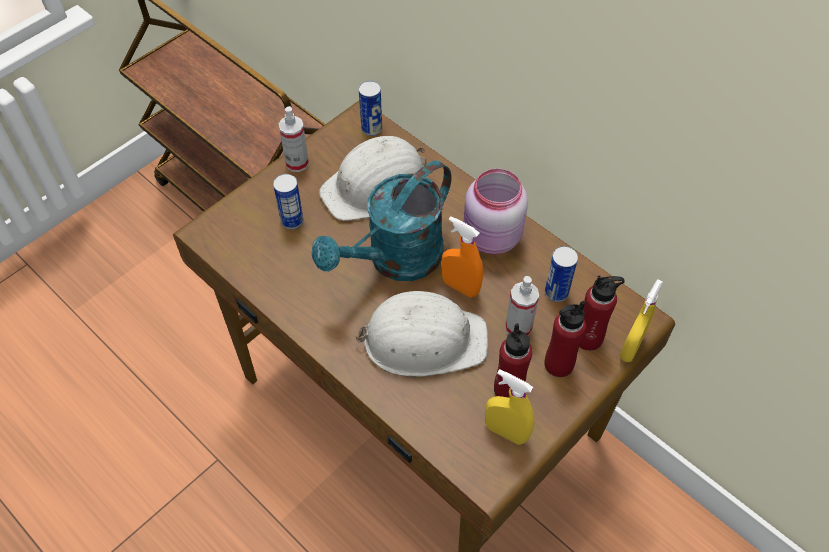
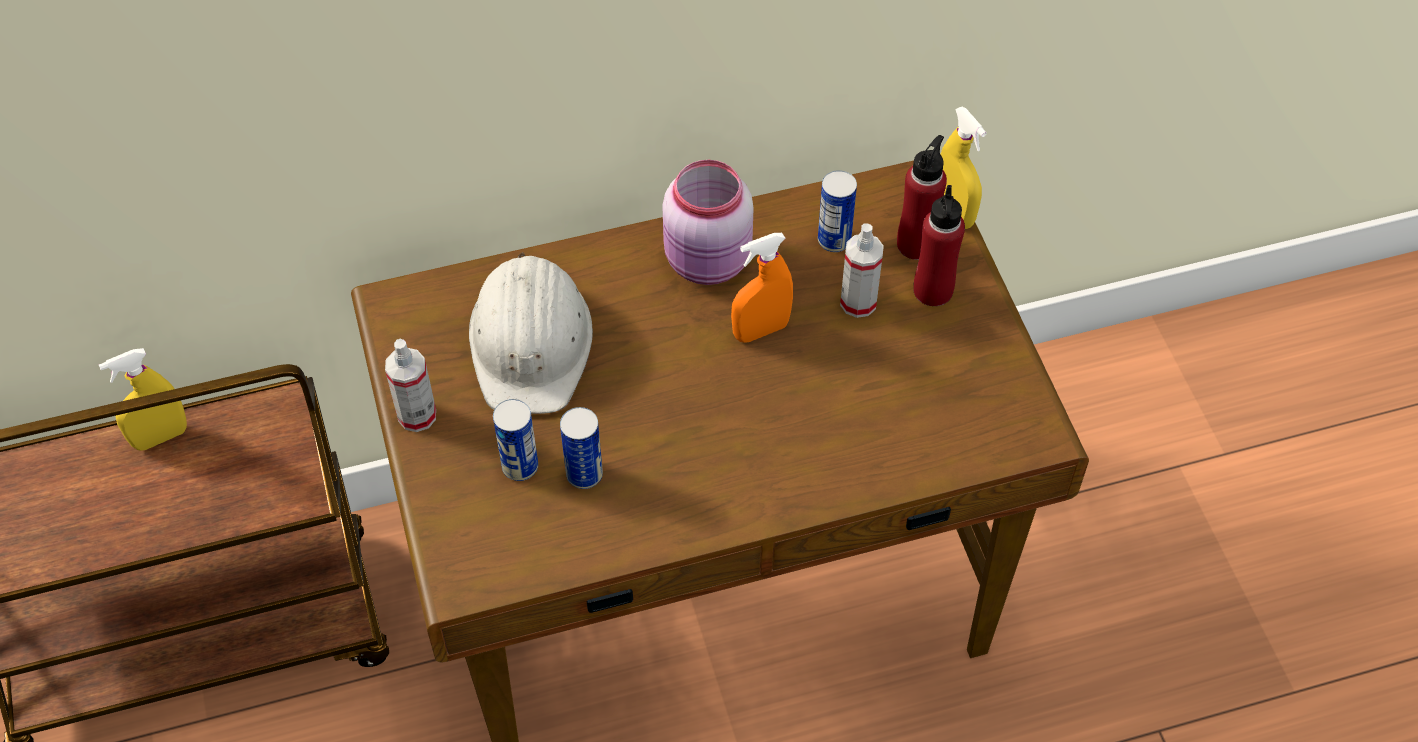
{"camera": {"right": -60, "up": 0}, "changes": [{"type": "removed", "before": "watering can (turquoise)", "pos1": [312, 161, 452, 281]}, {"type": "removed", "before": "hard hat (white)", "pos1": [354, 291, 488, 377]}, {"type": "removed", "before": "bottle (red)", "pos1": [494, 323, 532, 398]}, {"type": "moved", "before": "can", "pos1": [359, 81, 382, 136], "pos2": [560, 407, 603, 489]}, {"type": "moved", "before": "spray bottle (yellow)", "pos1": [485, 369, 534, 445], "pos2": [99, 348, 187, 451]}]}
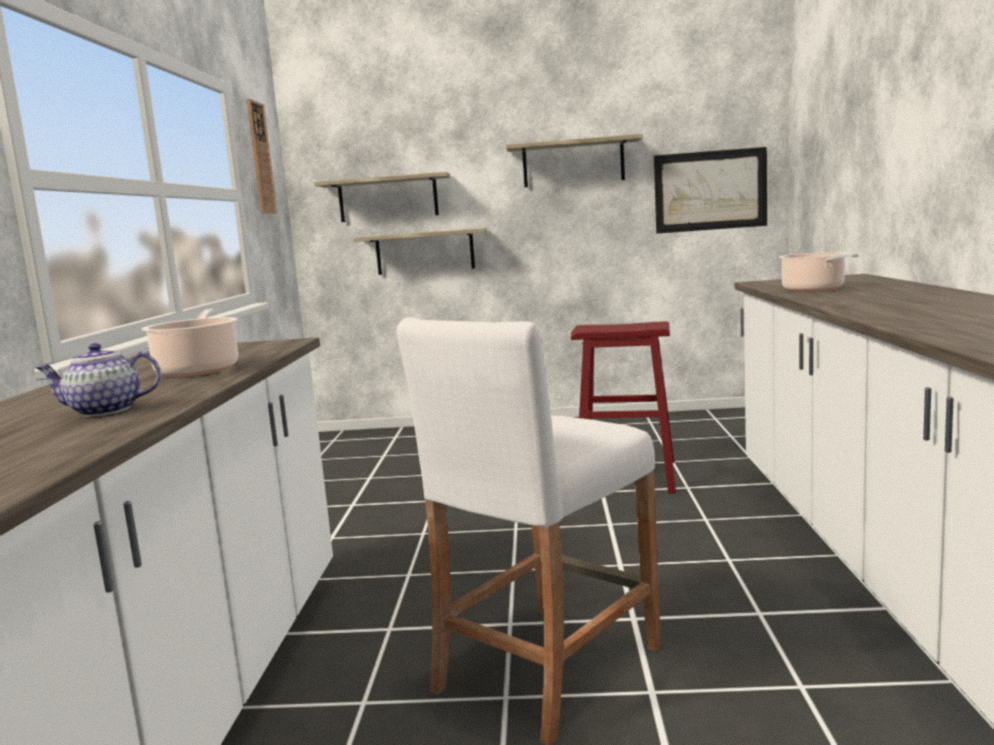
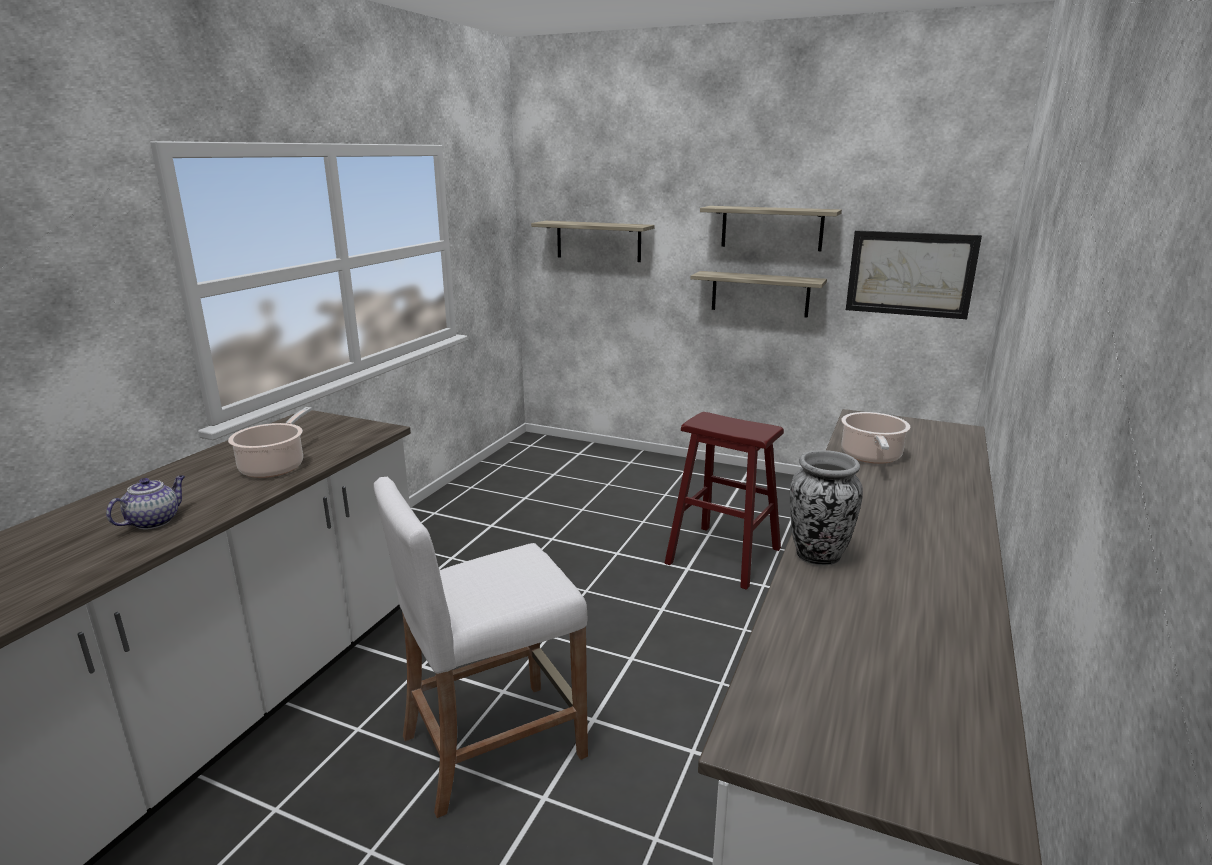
{"camera": {"right": 20, "up": 10}, "changes": [{"type": "removed", "before": "wall clock", "pos1": [246, 99, 277, 213]}, {"type": "added", "after": "vase", "pos2": [790, 450, 863, 565]}, {"type": "moved", "before": "shelf", "pos1": [353, 228, 487, 275], "pos2": [691, 271, 827, 318]}, {"type": "turned", "before": "teapot", "pos1": [36, 343, 161, 417], "pos2": [106, 475, 185, 529], "turn": 105}]}
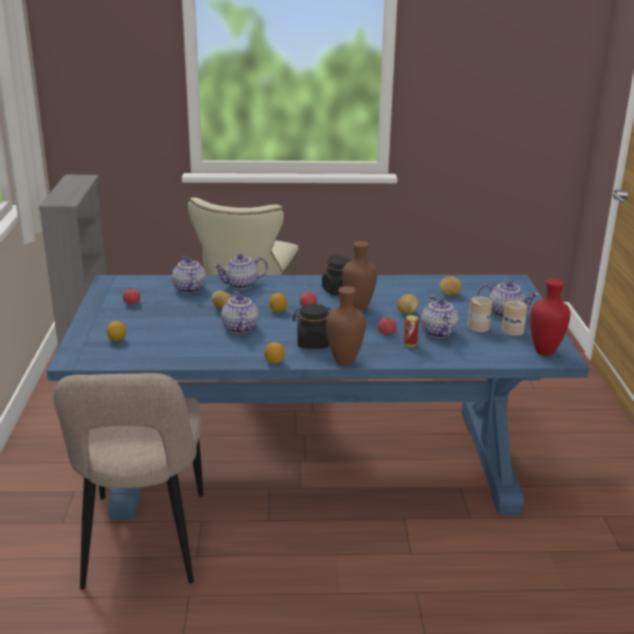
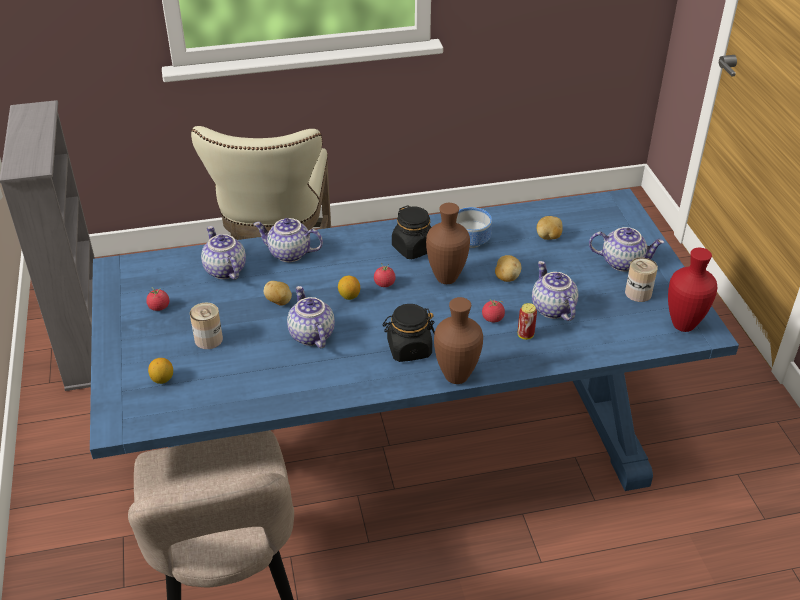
{"camera": {"right": -10, "up": 15}, "changes": [{"type": "removed", "before": "lemon", "pos1": [264, 342, 285, 364]}, {"type": "added", "after": "bowl", "pos2": [456, 207, 492, 248]}, {"type": "moved", "before": "can", "pos1": [467, 297, 492, 332], "pos2": [190, 303, 223, 349]}, {"type": "turned", "before": "teapot", "pos1": [213, 254, 268, 289], "pos2": [253, 218, 323, 262], "turn": 45}]}
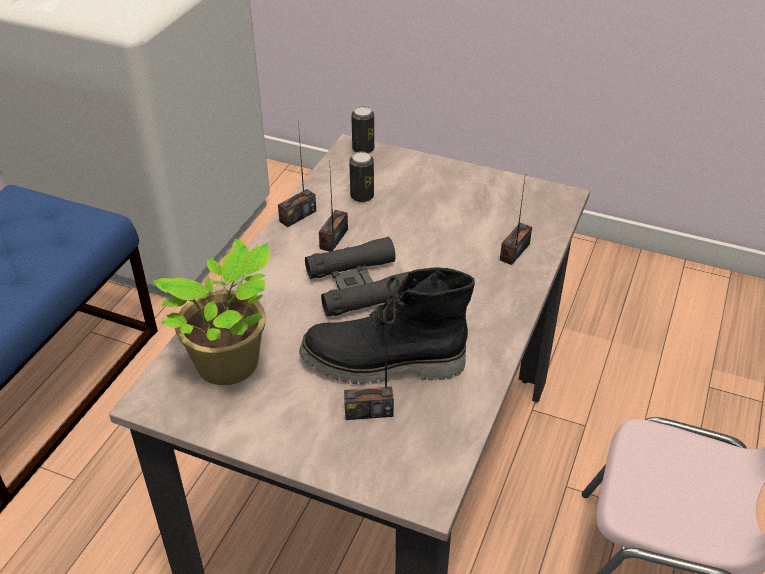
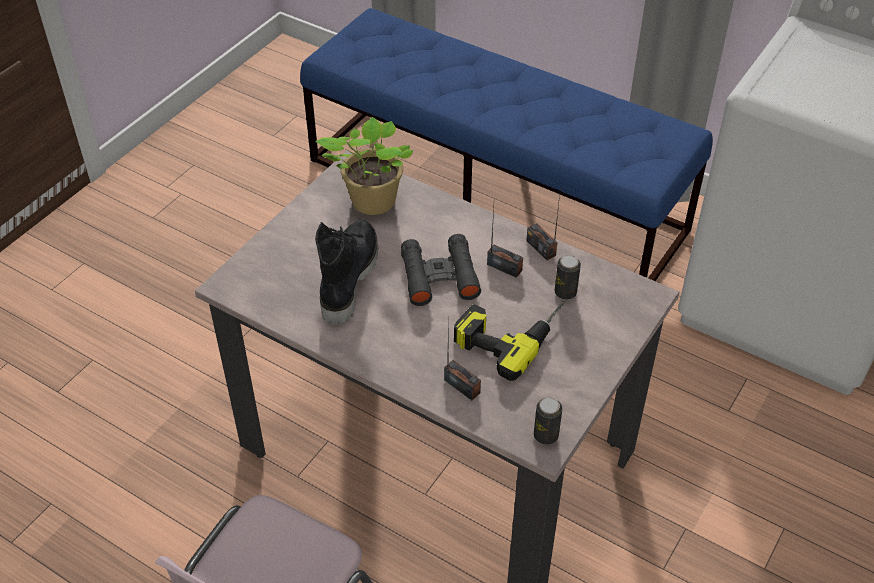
{"camera": {"right": 100, "up": 5}, "changes": [{"type": "removed", "before": "radio", "pos1": [344, 312, 394, 420]}, {"type": "added", "after": "power drill", "pos2": [454, 301, 565, 381]}, {"type": "moved", "before": "can", "pos1": [351, 106, 374, 153], "pos2": [534, 397, 562, 445]}]}
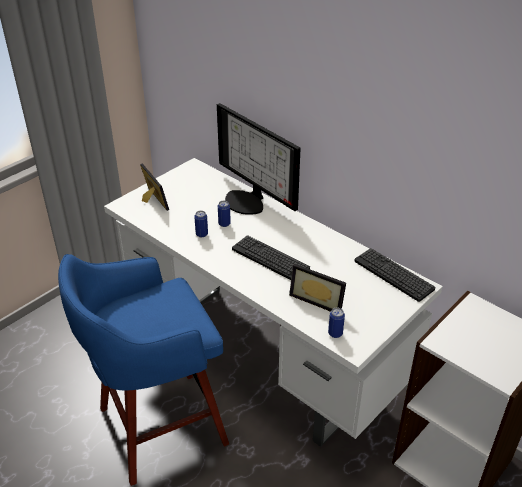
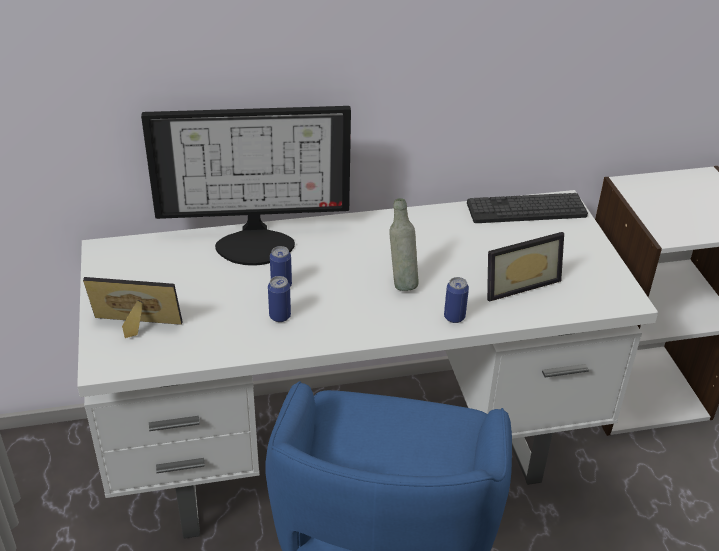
{"camera": {"right": -55, "up": 0}, "changes": [{"type": "moved", "before": "can", "pos1": [328, 308, 345, 338], "pos2": [444, 277, 469, 323]}, {"type": "replaced", "before": "keyboard", "after": "bottle (grey)", "pos1": [232, 235, 310, 280], "pos2": [389, 198, 419, 291]}]}
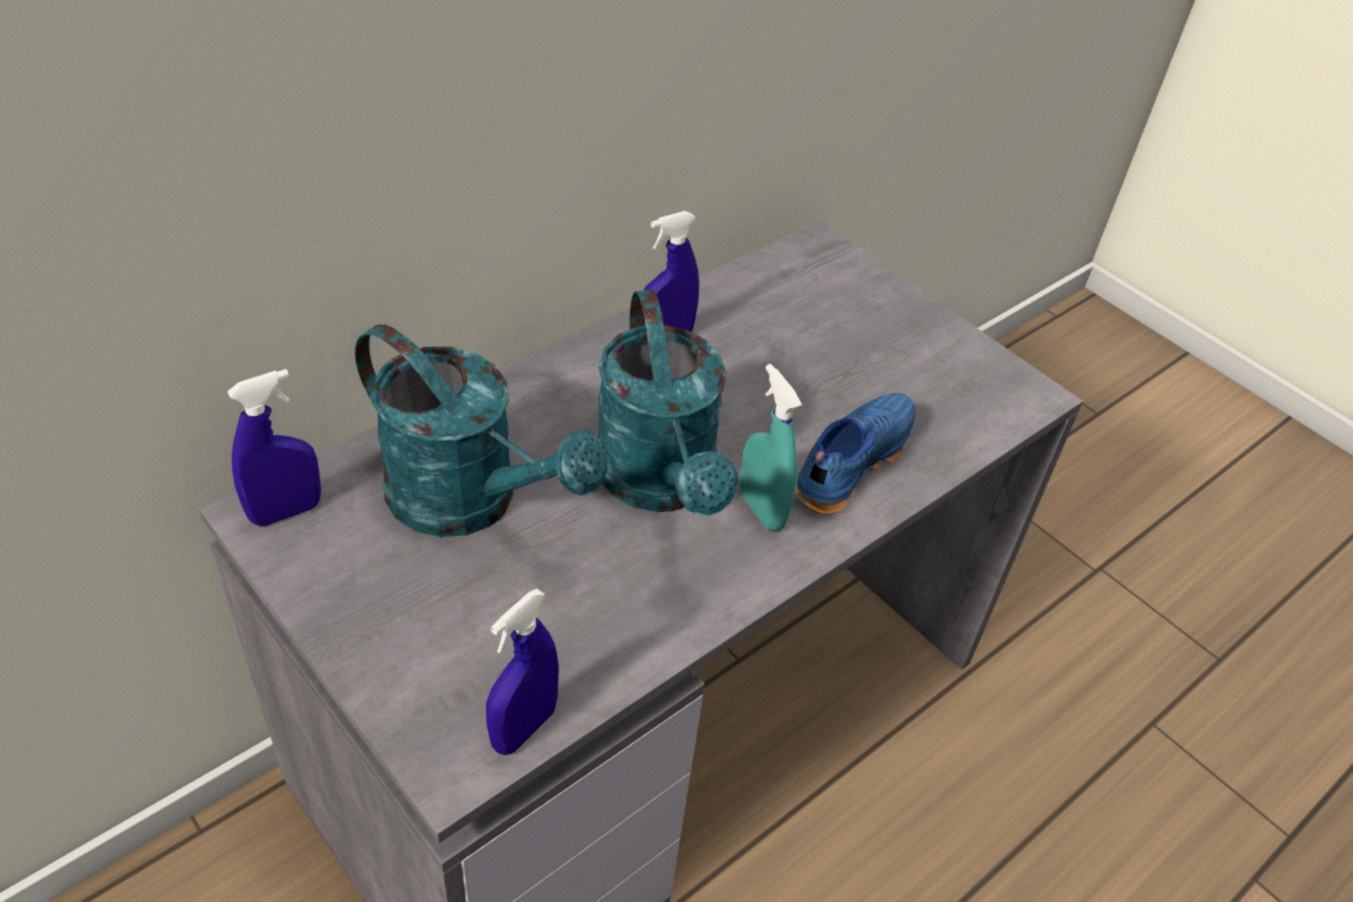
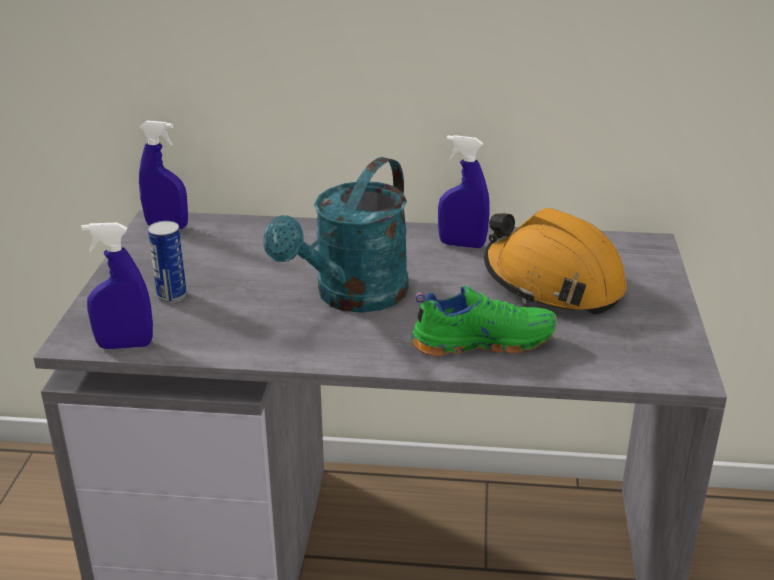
{"camera": {"right": 50, "up": -15}, "changes": [{"type": "removed", "before": "watering can (turquoise)", "pos1": [355, 324, 608, 537]}, {"type": "removed", "before": "spray bottle (turquoise)", "pos1": [740, 364, 802, 531]}, {"type": "added", "after": "can", "pos2": [148, 221, 187, 303]}, {"type": "added", "after": "hard hat (orange)", "pos2": [484, 208, 627, 315]}, {"type": "recoloured", "before": "shoe (blue)", "after": "shoe (green)", "pos1": [795, 393, 916, 514], "pos2": [411, 285, 557, 356]}]}
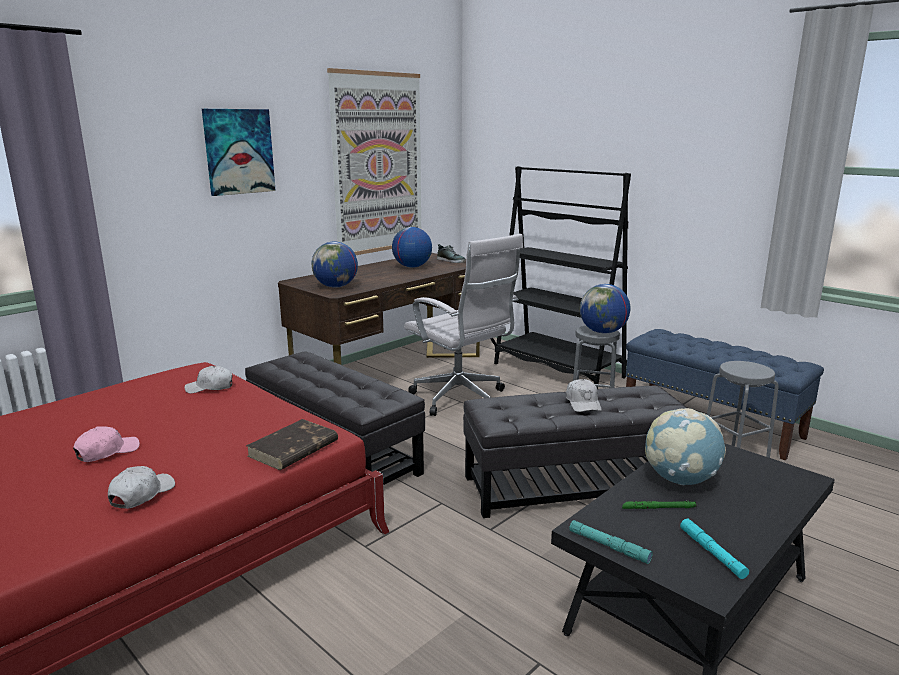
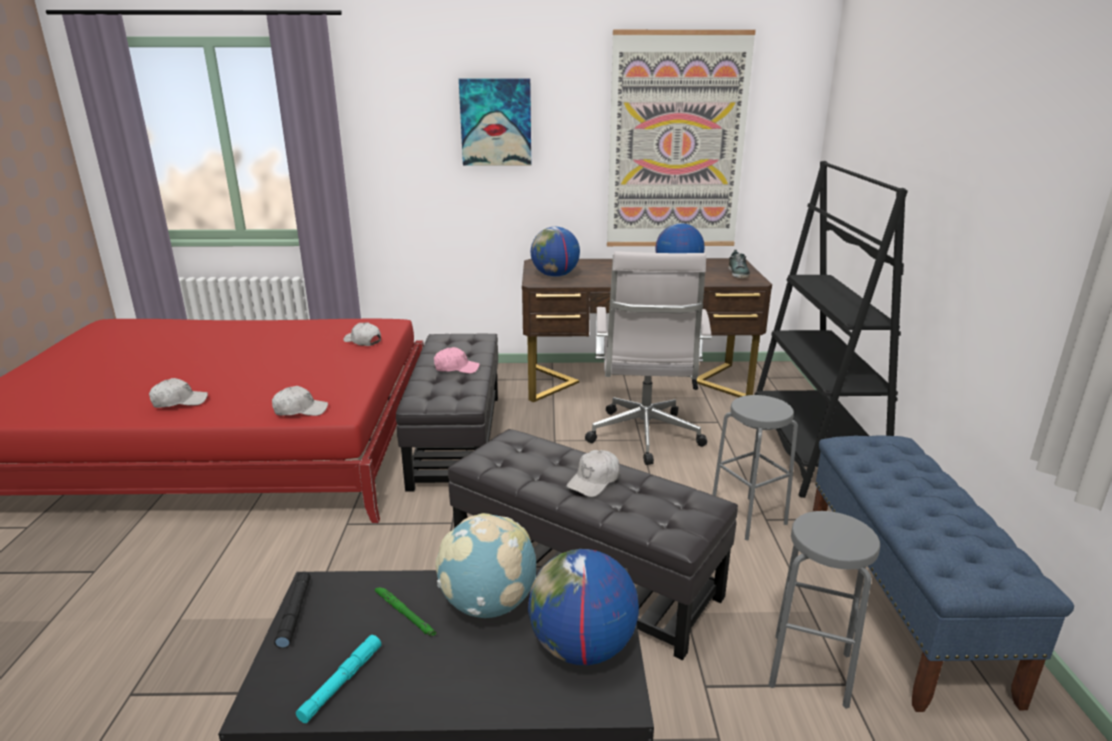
{"camera": {"right": 45, "up": 5}, "changes": [{"type": "moved", "before": "cap (pink)", "pos1": [73, 426, 140, 462], "pos2": [434, 347, 480, 374]}, {"type": "moved", "before": "globe", "pos1": [580, 284, 630, 334], "pos2": [528, 549, 639, 665]}, {"type": "replaced", "before": "book (brown)", "after": "cap (white)", "pos1": [246, 419, 338, 470], "pos2": [272, 386, 328, 416]}, {"type": "recoloured", "before": "flashlight (turquoise)", "after": "flashlight (black)", "pos1": [569, 520, 653, 564], "pos2": [274, 571, 311, 648]}]}
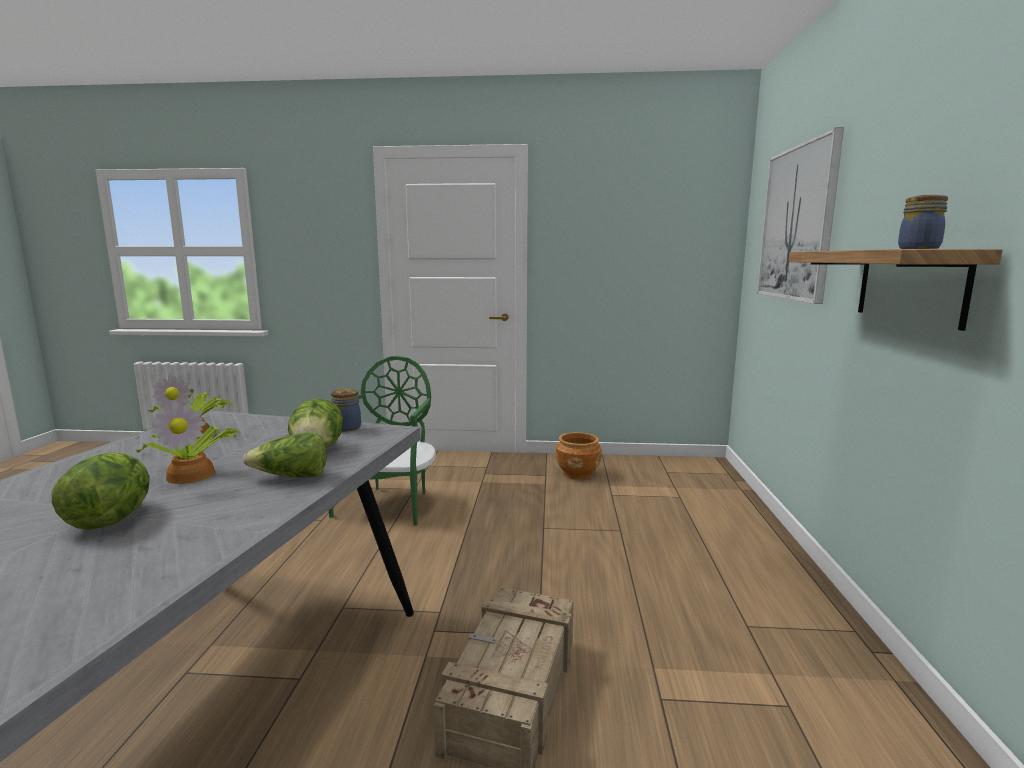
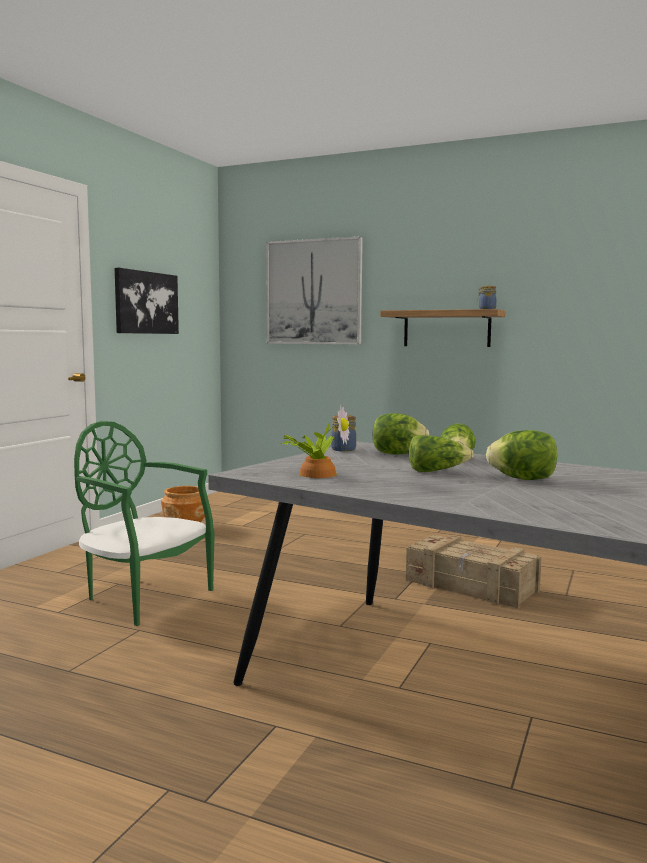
{"camera": {"right": -70, "up": -5}, "changes": [{"type": "added", "after": "picture", "pos2": [115, 268, 179, 334]}, {"type": "replaced", "before": "potted plant", "after": "lettuce", "pos1": [136, 401, 240, 484], "pos2": [409, 435, 474, 472]}]}
